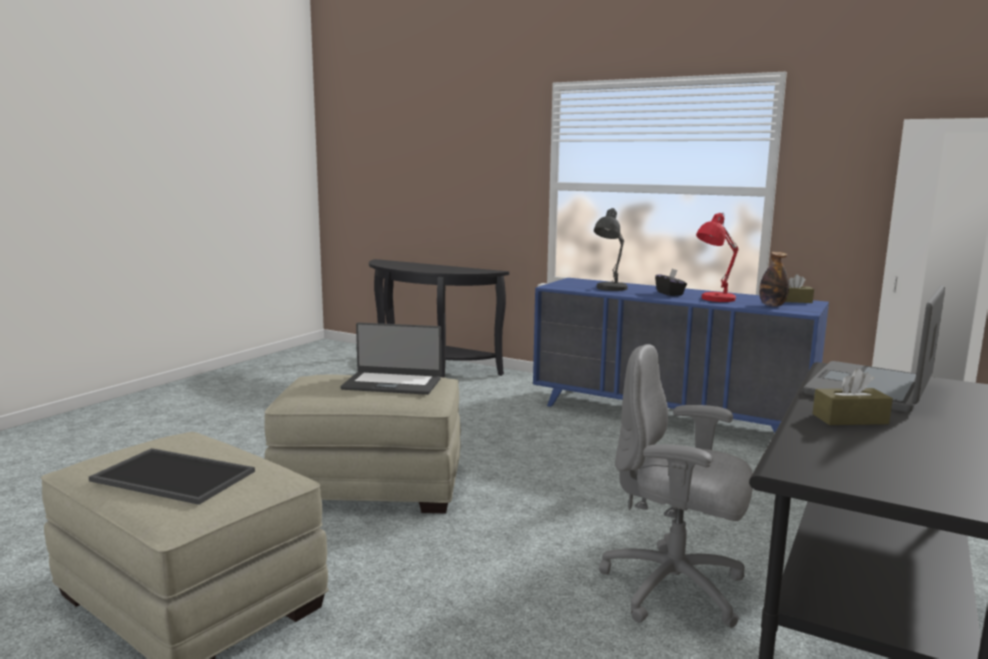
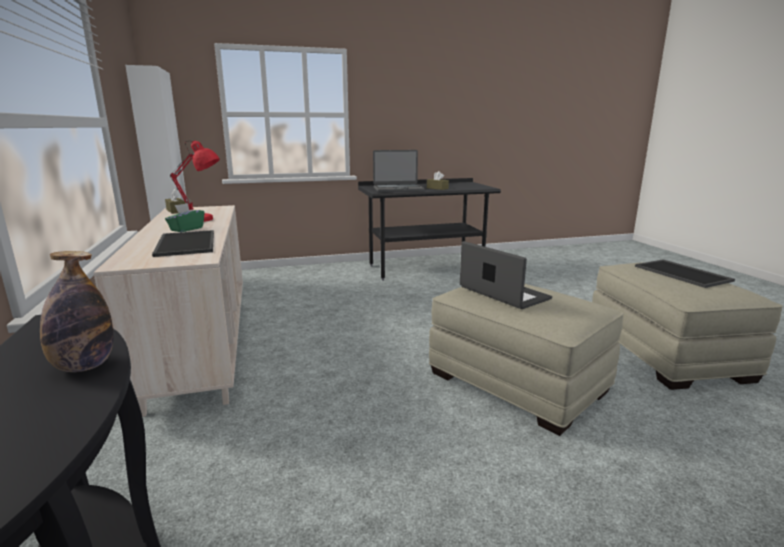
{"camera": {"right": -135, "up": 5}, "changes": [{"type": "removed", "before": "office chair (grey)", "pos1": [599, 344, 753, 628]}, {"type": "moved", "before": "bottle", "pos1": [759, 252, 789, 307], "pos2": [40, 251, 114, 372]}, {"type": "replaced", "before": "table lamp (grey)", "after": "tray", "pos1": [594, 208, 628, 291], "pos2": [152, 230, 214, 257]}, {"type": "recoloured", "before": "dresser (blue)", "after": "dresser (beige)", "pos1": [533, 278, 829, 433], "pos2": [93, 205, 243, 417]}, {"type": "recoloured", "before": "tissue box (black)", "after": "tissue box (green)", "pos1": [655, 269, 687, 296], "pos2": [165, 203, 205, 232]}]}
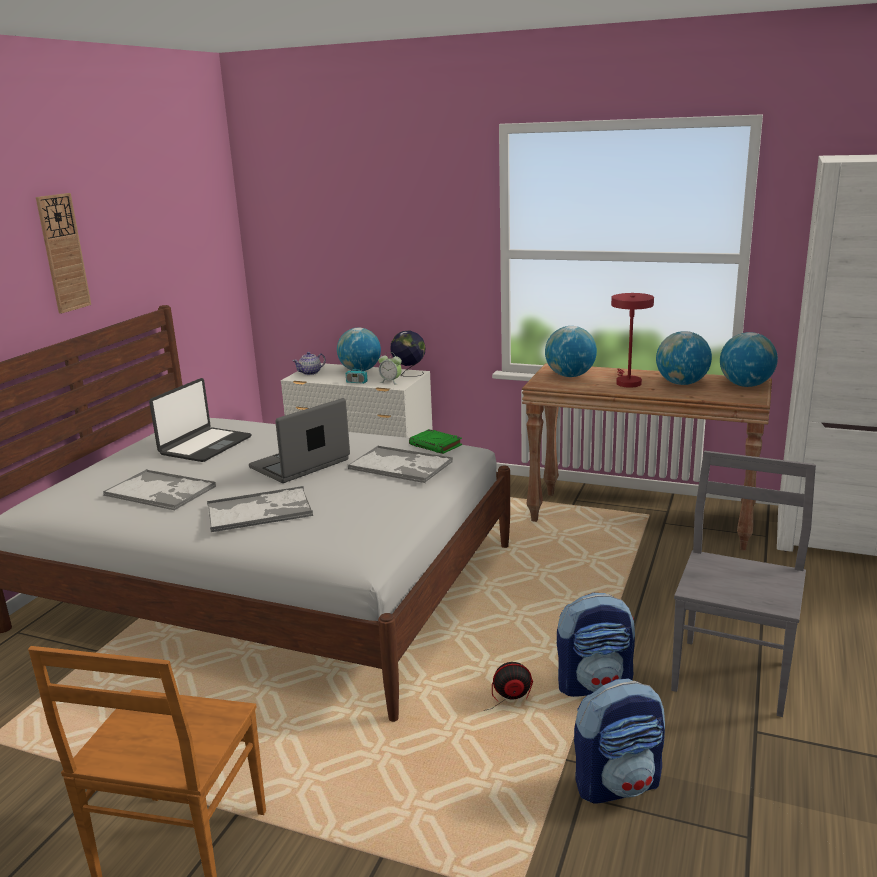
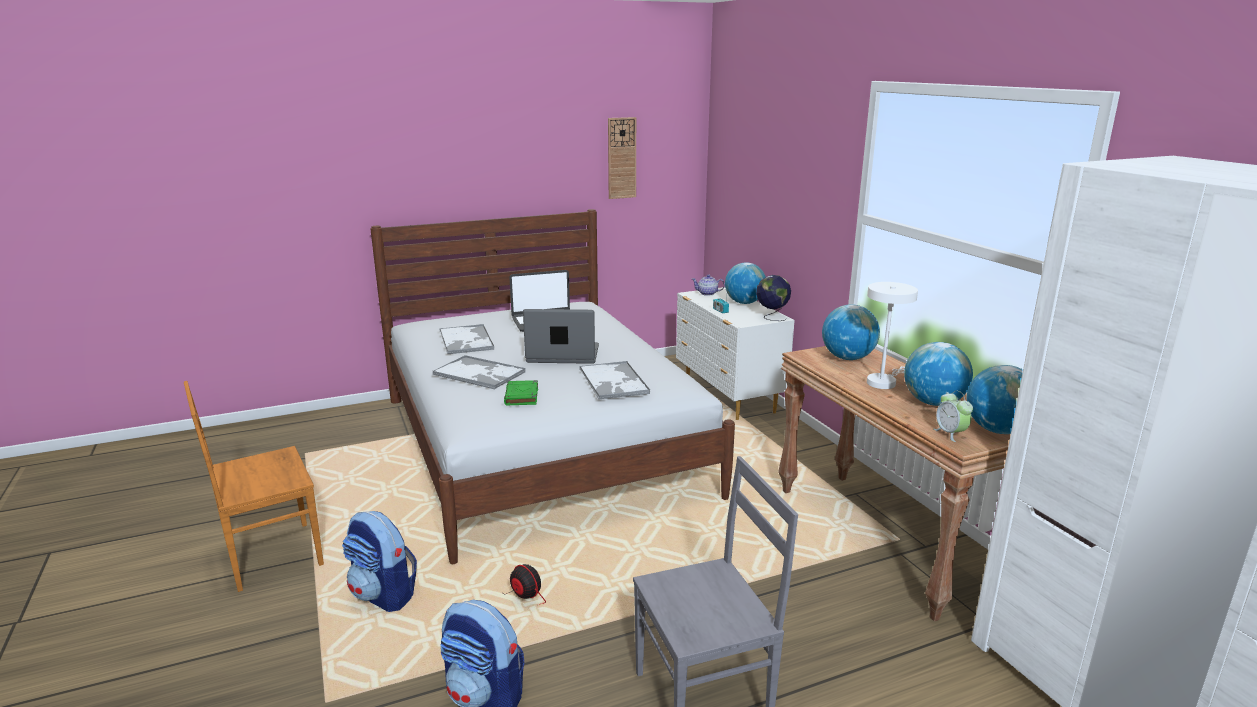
{"camera": {"right": 45, "up": 0}, "changes": [{"type": "moved", "before": "wall clock", "pos1": [36, 193, 91, 314], "pos2": [608, 117, 636, 199]}, {"type": "moved", "before": "alarm clock", "pos1": [378, 352, 402, 385], "pos2": [934, 391, 973, 442]}, {"type": "moved", "before": "book (green)", "pos1": [409, 429, 462, 454], "pos2": [504, 380, 538, 405]}, {"type": "moved", "before": "backpack", "pos1": [557, 593, 635, 697], "pos2": [342, 511, 417, 612]}, {"type": "recoloured", "before": "table lamp (red)", "after": "table lamp (white)", "pos1": [611, 293, 654, 388], "pos2": [867, 282, 918, 389]}]}
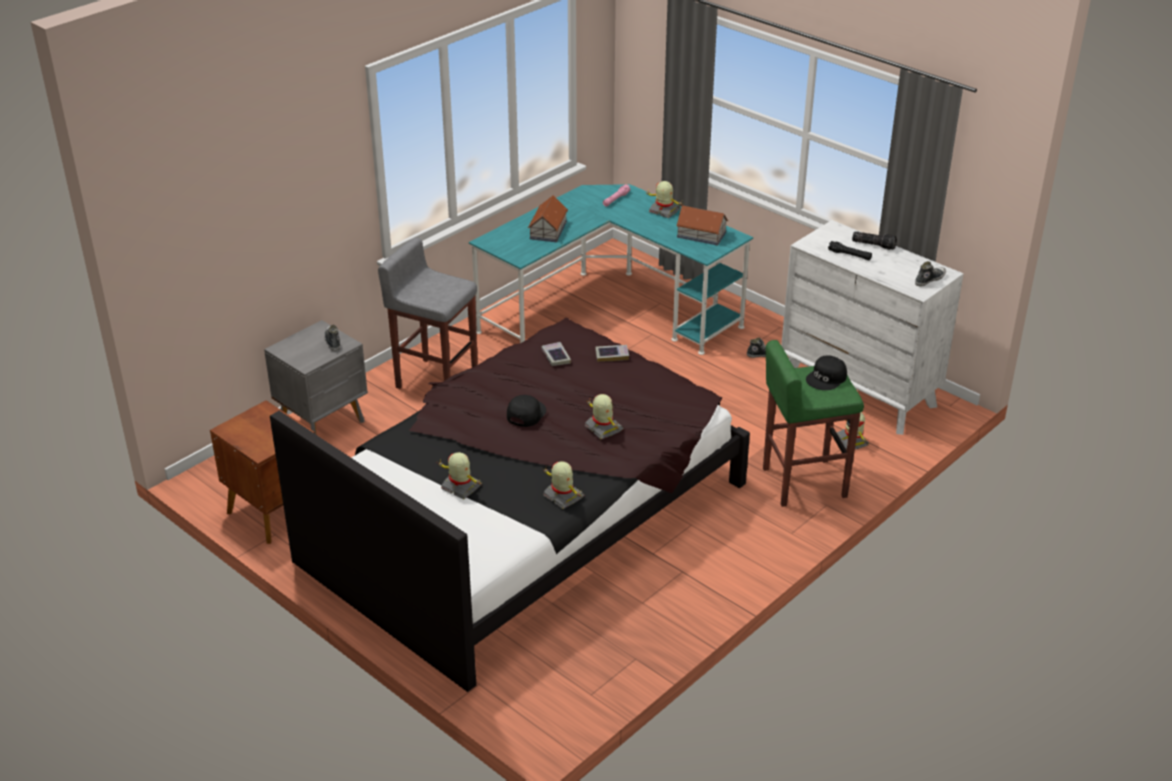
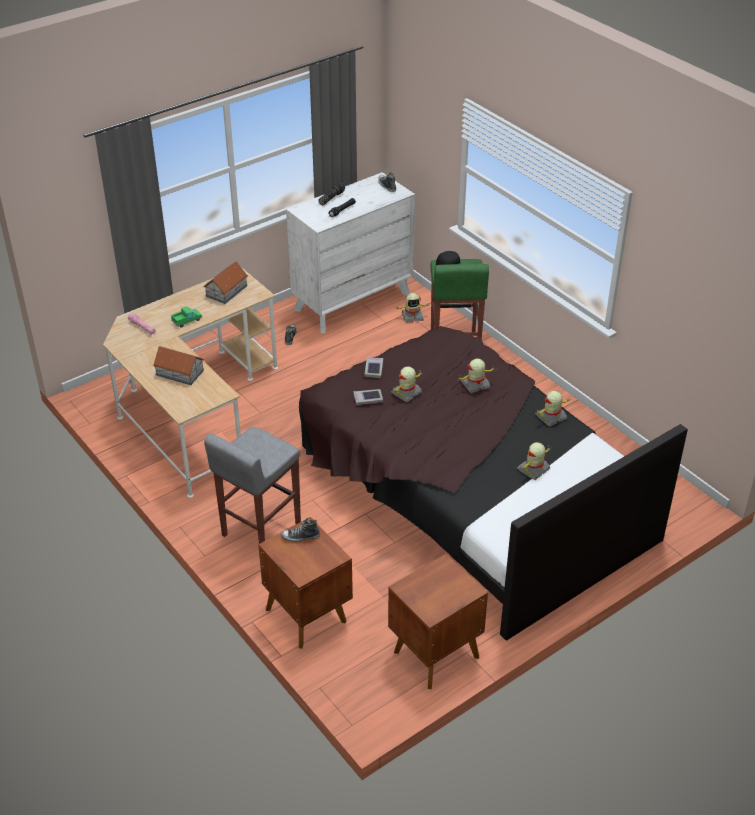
{"camera": {"right": -80, "up": 5}, "changes": [{"type": "removed", "before": "cap (black)", "pos1": [507, 395, 546, 427]}, {"type": "added", "after": "toy truck", "pos2": [171, 306, 202, 328]}, {"type": "moved", "before": "toy robot", "pos1": [646, 181, 682, 218], "pos2": [391, 366, 422, 402]}, {"type": "recoloured", "before": "nightstand (grey)", "after": "nightstand (brown)", "pos1": [264, 320, 368, 434], "pos2": [258, 517, 353, 649]}, {"type": "recoloured", "before": "desk (turquoise)", "after": "desk (beige)", "pos1": [469, 184, 753, 355], "pos2": [103, 267, 278, 498]}]}
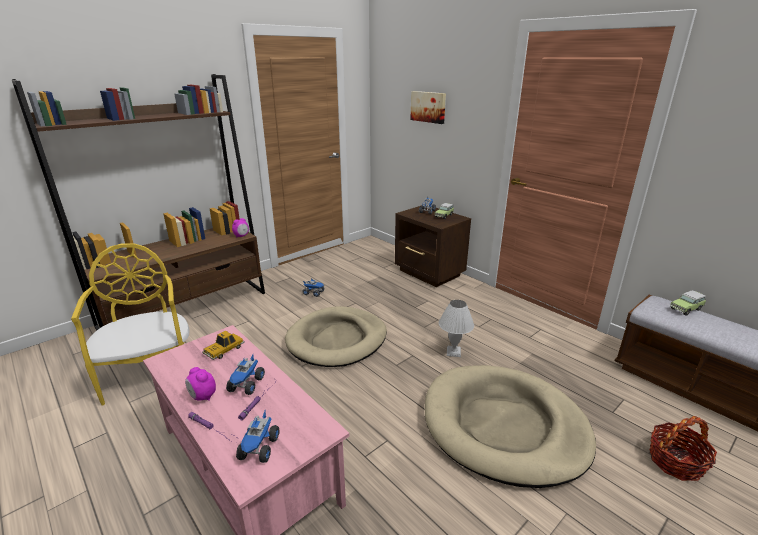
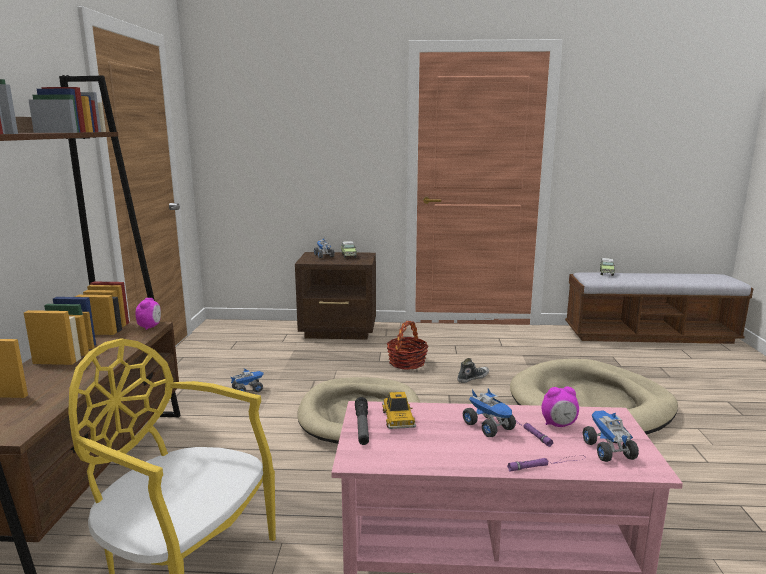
{"camera": {"right": -45, "up": -10}, "changes": [{"type": "removed", "before": "picture", "pos1": [410, 91, 446, 124]}, {"type": "added", "after": "flashlight", "pos2": [355, 397, 369, 445]}, {"type": "moved", "before": "alarm clock", "pos1": [185, 367, 216, 401], "pos2": [542, 386, 579, 427]}, {"type": "moved", "before": "basket", "pos1": [649, 416, 717, 481], "pos2": [387, 321, 429, 370]}, {"type": "replaced", "before": "table lamp (white)", "after": "shoe", "pos1": [439, 300, 474, 357], "pos2": [457, 358, 489, 383]}, {"type": "turned", "before": "toy truck", "pos1": [236, 411, 280, 463], "pos2": [583, 411, 639, 462], "turn": -150}]}
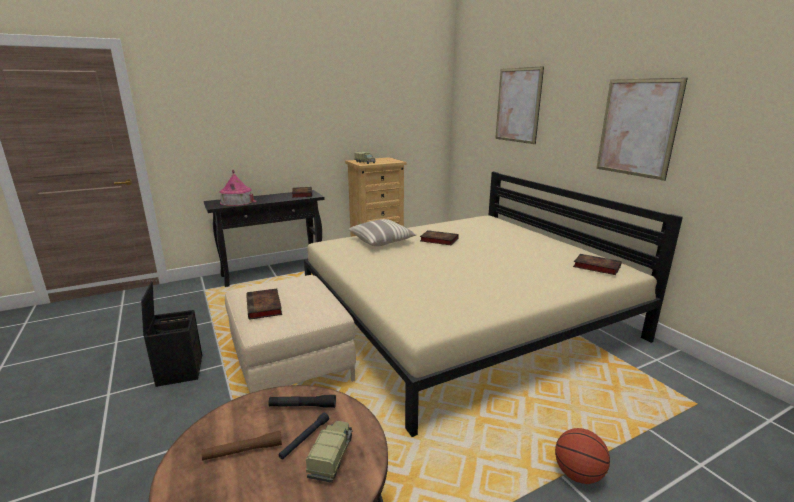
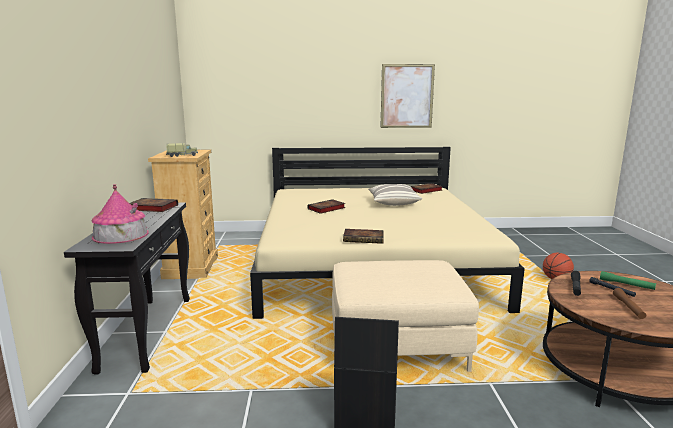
{"camera": {"right": -65, "up": -5}, "changes": [{"type": "removed", "before": "picture", "pos1": [495, 66, 544, 144]}, {"type": "moved", "before": "book", "pos1": [246, 289, 282, 320], "pos2": [343, 229, 384, 244]}, {"type": "moved", "before": "pillow", "pos1": [348, 219, 417, 246], "pos2": [368, 184, 422, 206]}, {"type": "replaced", "before": "toy truck", "after": "flashlight (green)", "pos1": [306, 421, 353, 483], "pos2": [600, 271, 656, 290]}]}
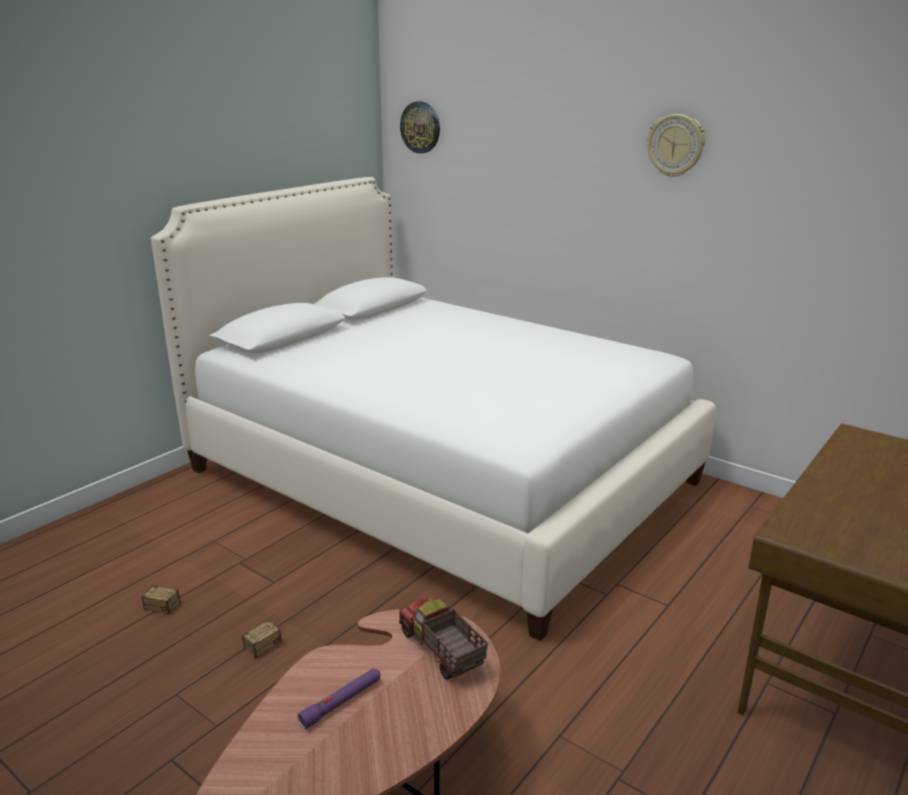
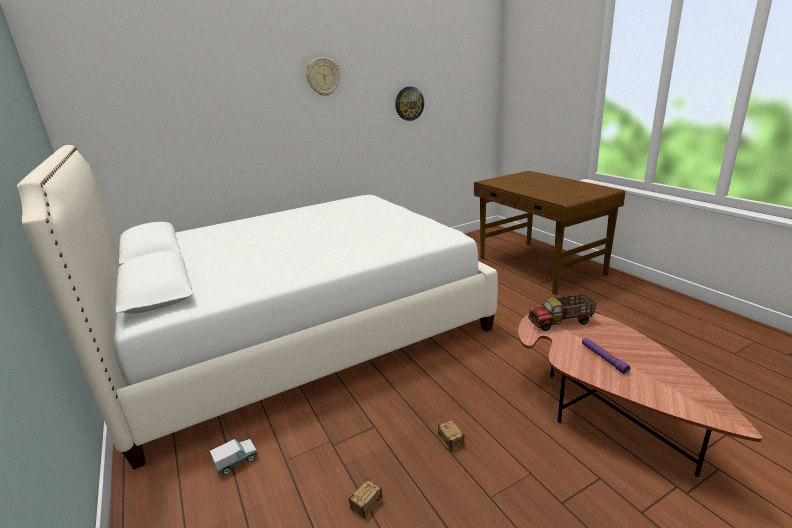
{"camera": {"right": -65, "up": 0}, "changes": [{"type": "added", "after": "toy truck", "pos2": [210, 439, 257, 475]}, {"type": "moved", "before": "wall clock", "pos1": [400, 101, 440, 153], "pos2": [395, 87, 424, 121]}]}
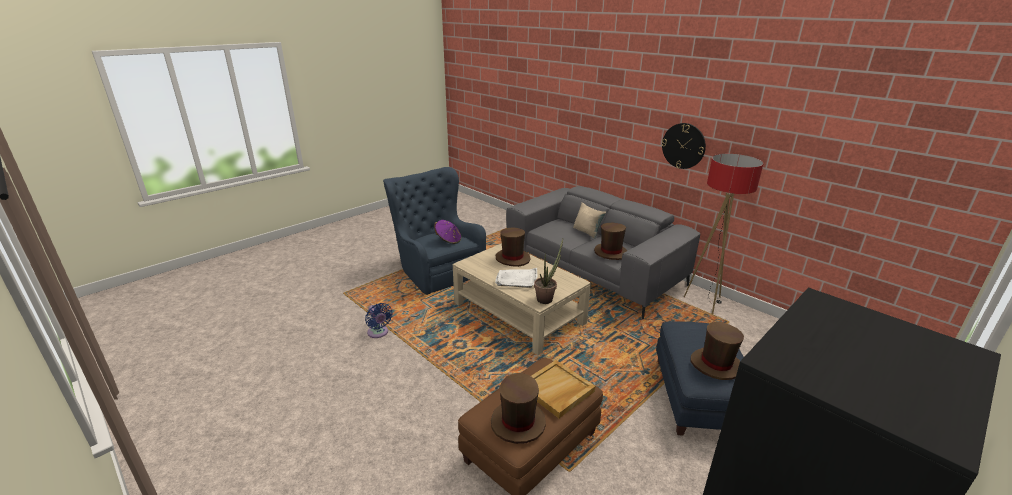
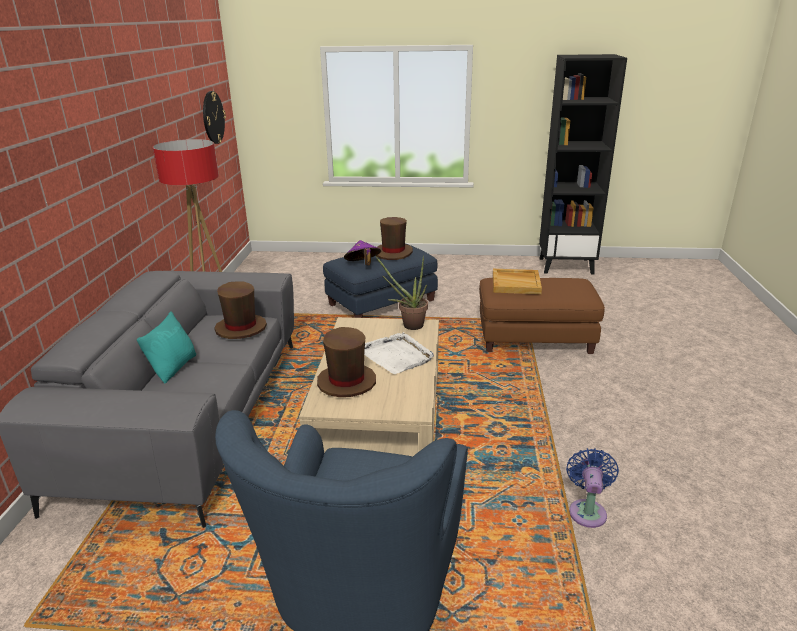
{"camera": {"right": -130, "up": 0}, "changes": [{"type": "removed", "before": "hat (brown)", "pos1": [491, 373, 546, 444]}, {"type": "moved", "before": "hat (purple)", "pos1": [434, 220, 461, 244], "pos2": [344, 240, 381, 265]}, {"type": "moved", "before": "wall clock", "pos1": [662, 123, 706, 169], "pos2": [203, 91, 226, 144]}, {"type": "recoloured", "before": "pillow (beige)", "after": "pillow (turquoise)", "pos1": [573, 202, 606, 239], "pos2": [137, 311, 196, 384]}]}
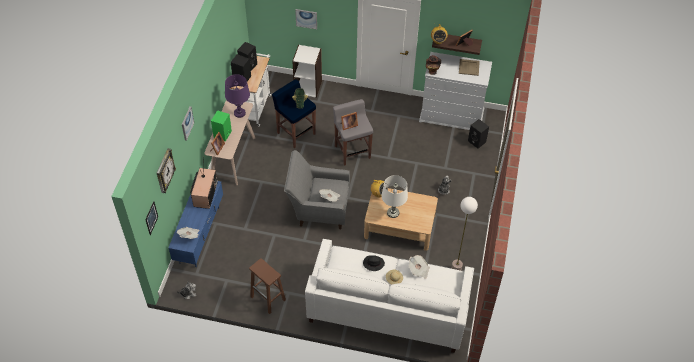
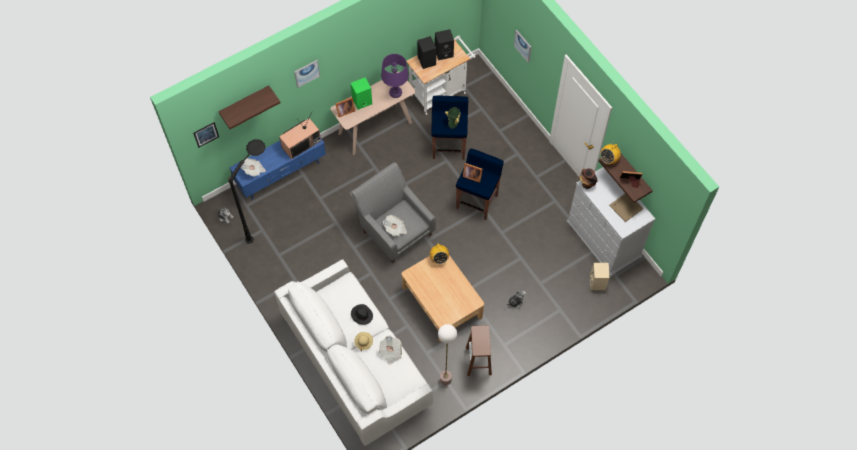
{"camera": {"right": 45, "up": 10}, "changes": [{"type": "removed", "before": "bookcase (white)", "pos1": [292, 45, 322, 98]}, {"type": "removed", "before": "table lamp (white)", "pos1": [381, 175, 408, 218]}, {"type": "added", "after": "floor lamp (black)", "pos2": [228, 139, 265, 244]}, {"type": "moved", "before": "stool (brown)", "pos1": [249, 258, 286, 314], "pos2": [466, 326, 492, 376]}, {"type": "replaced", "before": "wall clock", "after": "shelf", "pos1": [157, 148, 176, 193], "pos2": [218, 85, 280, 129]}, {"type": "recoloured", "before": "stool (grey)", "after": "stool (blue)", "pos1": [333, 99, 373, 166], "pos2": [456, 148, 504, 220]}, {"type": "recoloured", "before": "speaker (black)", "after": "speaker (beige)", "pos1": [468, 119, 489, 149], "pos2": [590, 263, 610, 290]}]}
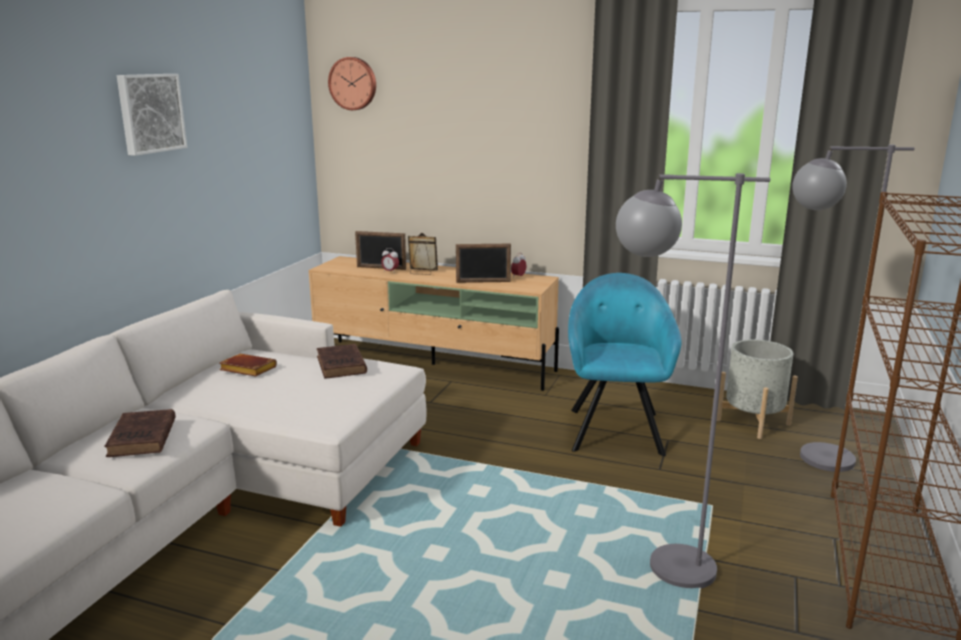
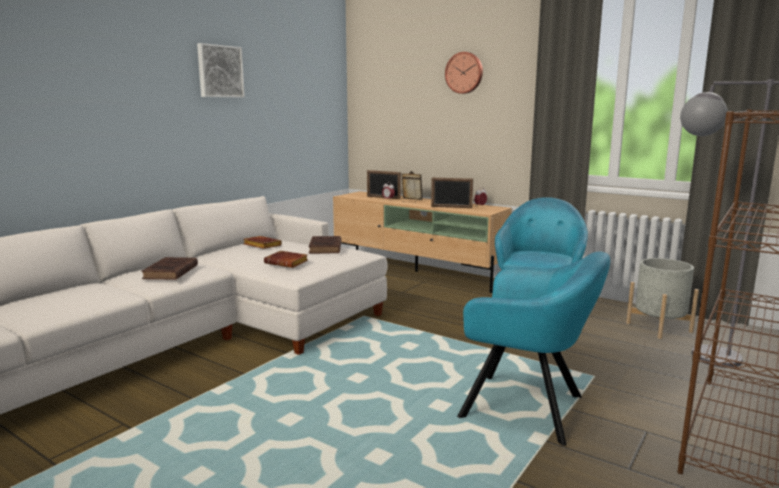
{"camera": {"right": 15, "up": -5}, "changes": [{"type": "added", "after": "book (brown)", "pos2": [264, 251, 308, 268]}, {"type": "moved", "before": "wall clock", "pos1": [328, 57, 376, 110], "pos2": [445, 52, 483, 94]}, {"type": "replaced", "before": "floor lamp (grey)", "after": "armchair (turquoise)", "pos1": [616, 173, 770, 589], "pos2": [457, 252, 610, 446]}]}
